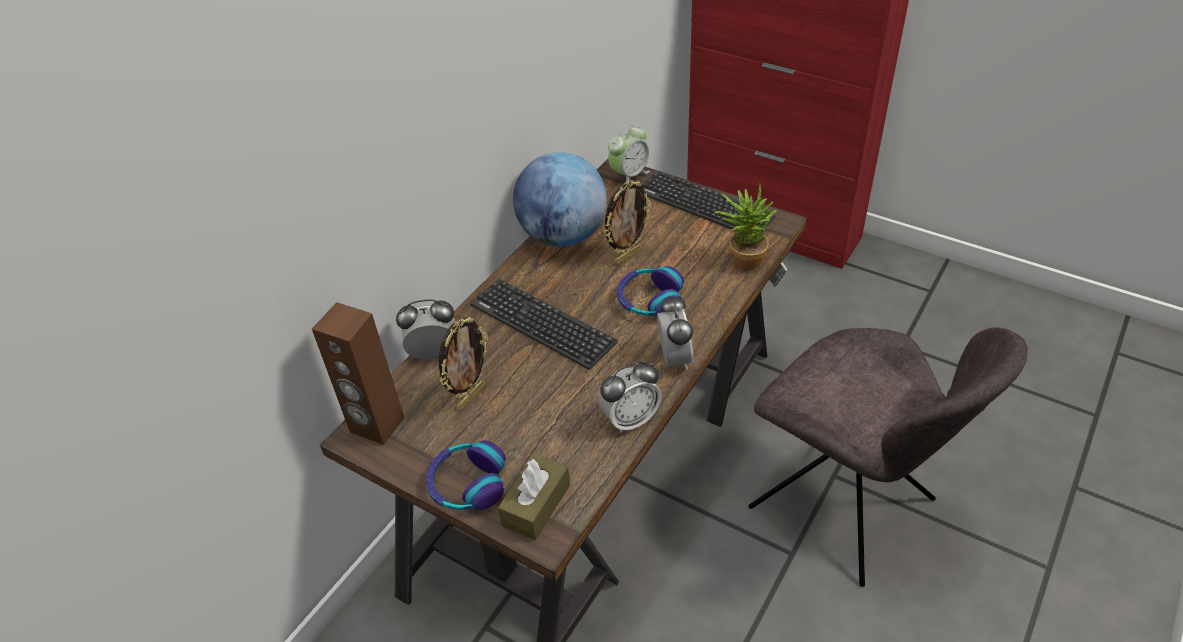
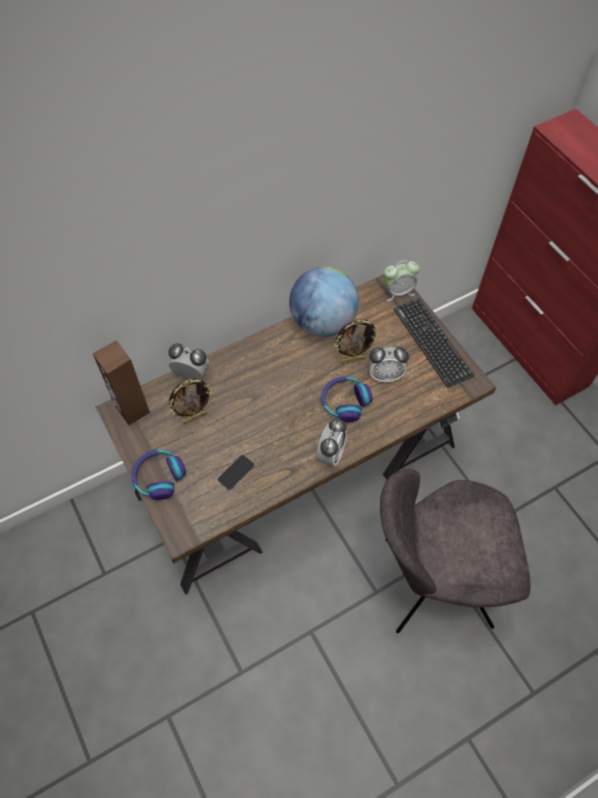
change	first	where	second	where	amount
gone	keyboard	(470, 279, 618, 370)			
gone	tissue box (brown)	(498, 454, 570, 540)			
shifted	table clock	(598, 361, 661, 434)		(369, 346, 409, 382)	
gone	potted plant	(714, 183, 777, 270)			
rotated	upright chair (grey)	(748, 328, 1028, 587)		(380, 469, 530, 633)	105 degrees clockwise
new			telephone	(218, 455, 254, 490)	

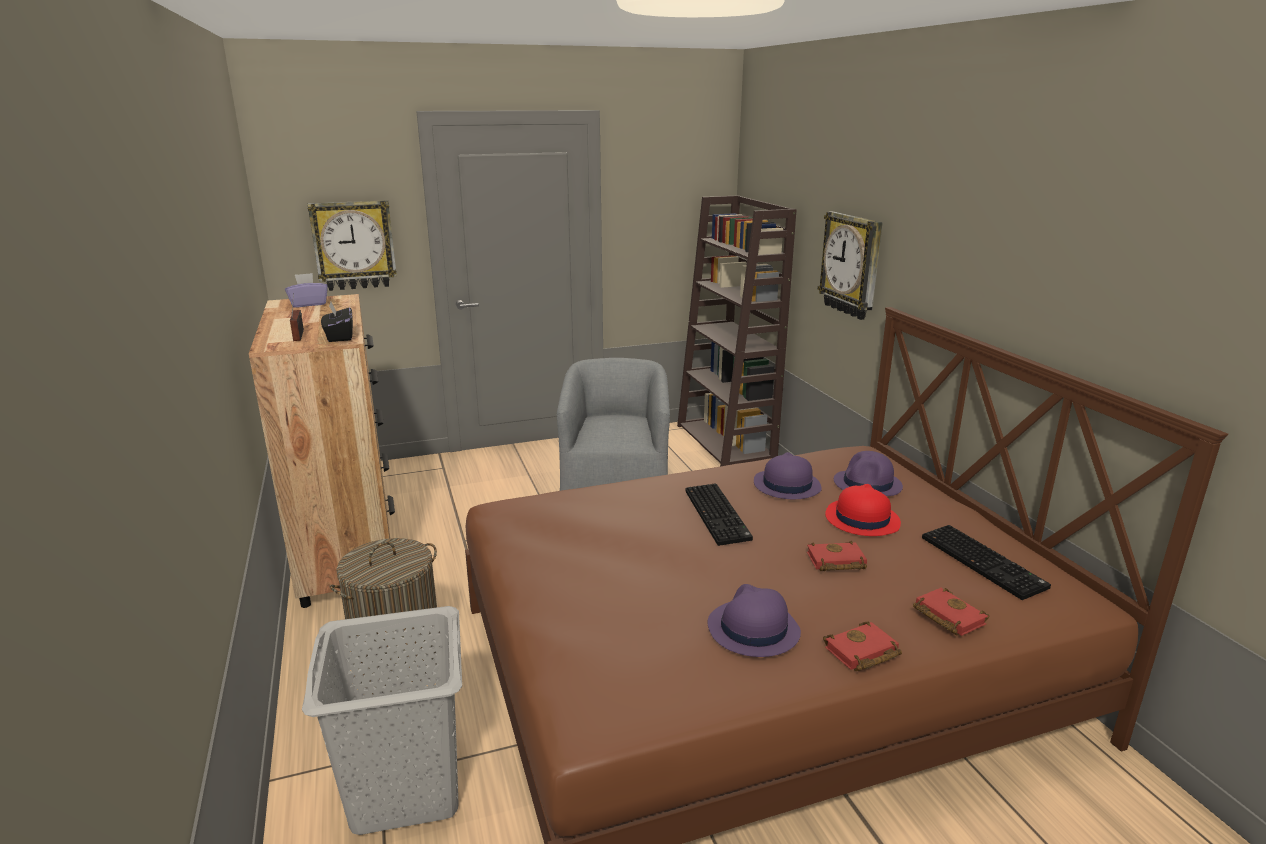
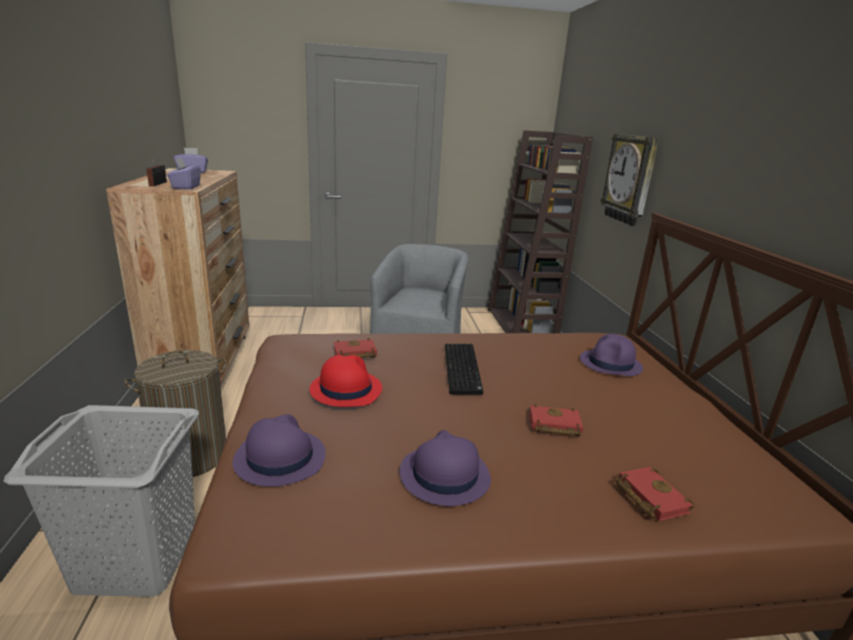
change	first	where	second	where	amount
gone	hanging clock	(308, 200, 397, 291)			
repainted	tissue box (blackish)	(321, 302, 353, 342)	tissue box (purplish)	(167, 158, 201, 189)	
shifted	wearable hat (purplish)	(754, 452, 822, 499)		(233, 414, 326, 487)	
shifted	book (red)	(823, 622, 902, 671)		(334, 338, 377, 358)	
shifted	wearable hat (red)	(825, 484, 901, 536)		(309, 355, 382, 407)	
gone	keyboard	(922, 525, 1051, 600)			

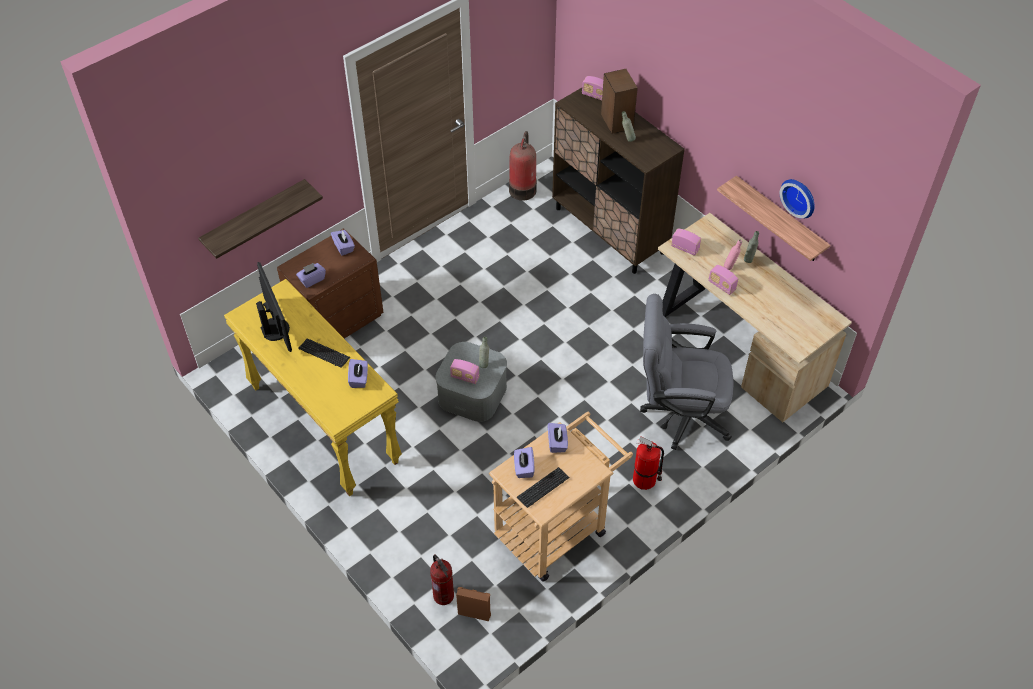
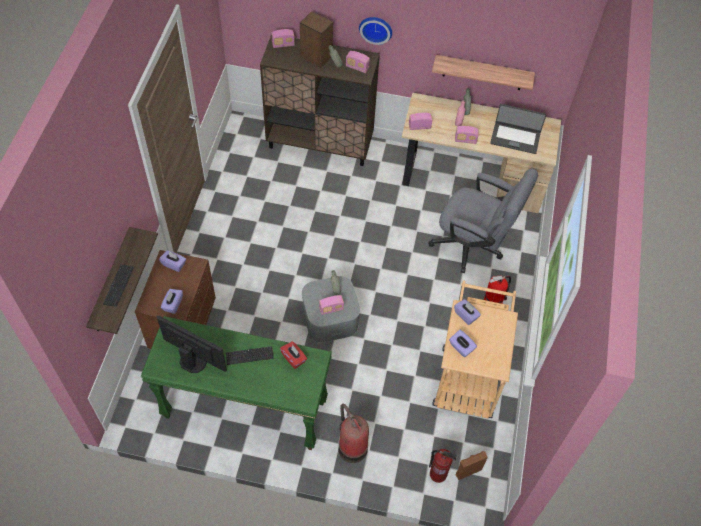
change	first	where	second	where	amount
repainted	narrow table (yellow-coloured)	(224, 279, 402, 496)	narrow table (green)	(141, 316, 332, 450)	
repainted	tissue box (purplish)	(348, 359, 368, 388)	tissue box (red)	(280, 341, 307, 369)	
shifted	fire-fighting cylinder	(509, 131, 537, 201)		(339, 404, 369, 463)	
shifted	keyboard	(517, 467, 569, 508)		(103, 265, 134, 307)	
rotated	office chair (grey)	(640, 294, 733, 450)		(428, 168, 538, 273)	120 degrees counterclockwise
shifted	hanging clock	(780, 179, 815, 218)		(359, 17, 392, 45)	
new			radio	(346, 51, 370, 73)	
new			notebook computer	(490, 104, 546, 154)	

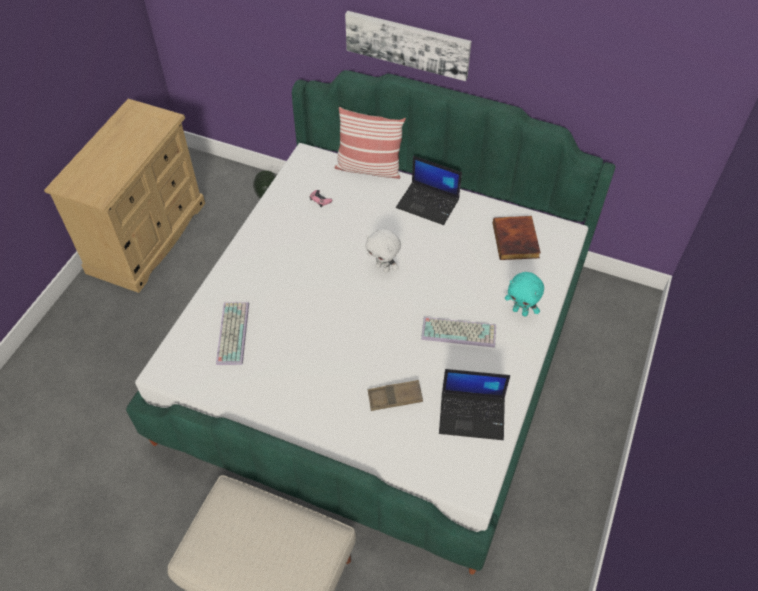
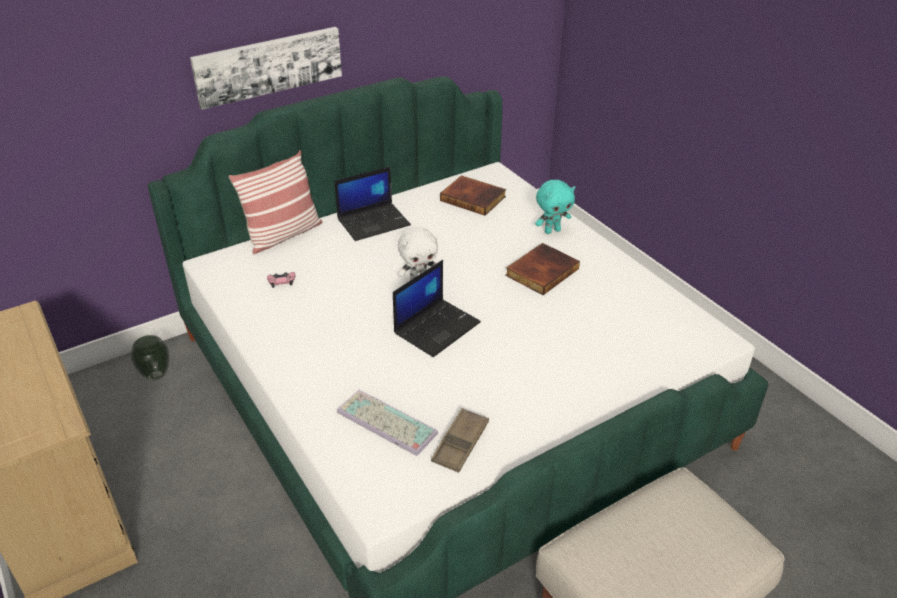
change	first	where	second	where	amount
shifted	serving tray (brown)	(368, 380, 423, 411)		(431, 408, 489, 473)	
swapped	keyboard	(421, 317, 496, 348)	book	(505, 243, 580, 295)	
shifted	notebook computer	(439, 369, 510, 440)		(393, 260, 481, 357)	

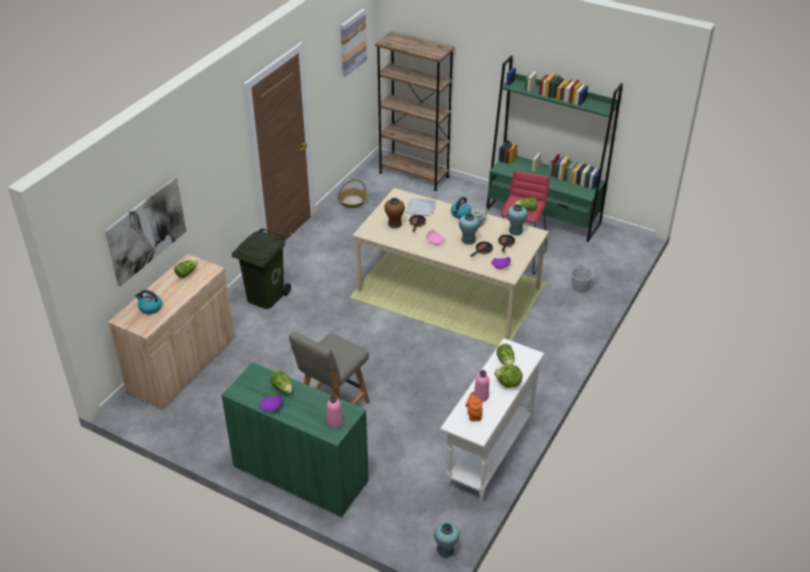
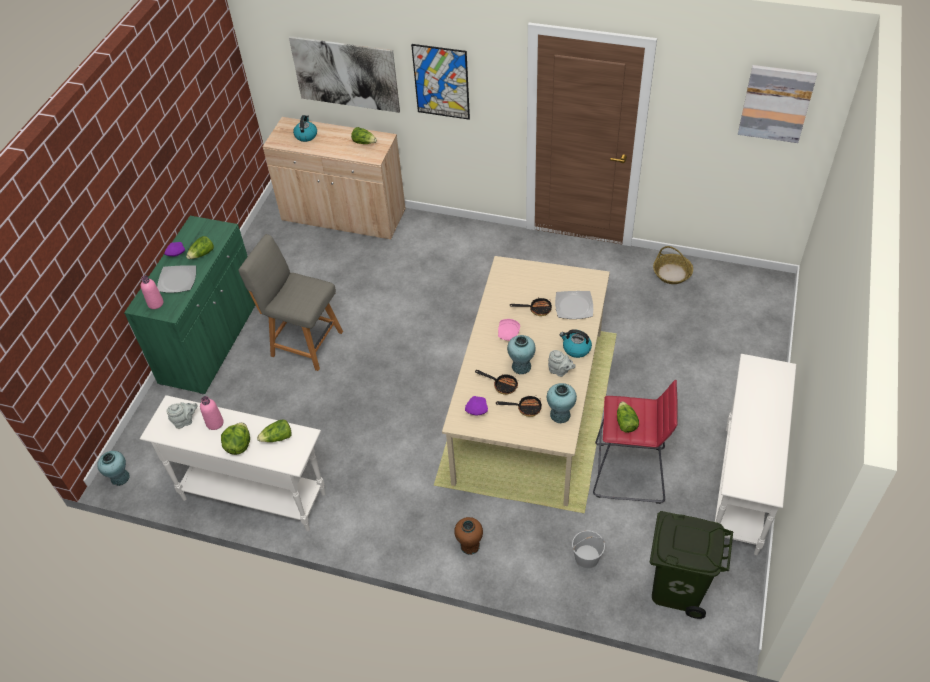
change	first	where	second	where	amount
shifted	rubbish bin (green)	(232, 228, 291, 309)		(650, 511, 733, 619)	
gone	shelving unit (brown)	(375, 31, 455, 191)			
shifted	decorative vase (brown)	(384, 198, 405, 228)		(454, 517, 483, 555)	
repainted	tea pot (orangey)	(465, 391, 483, 421)	tea pot (grey)	(166, 402, 198, 429)	
swapped	shelving unit (green)	(486, 56, 623, 242)	narrow table (white)	(715, 354, 797, 555)	
new			flat dish	(157, 265, 196, 293)	
new			wall picture	(411, 44, 470, 120)	

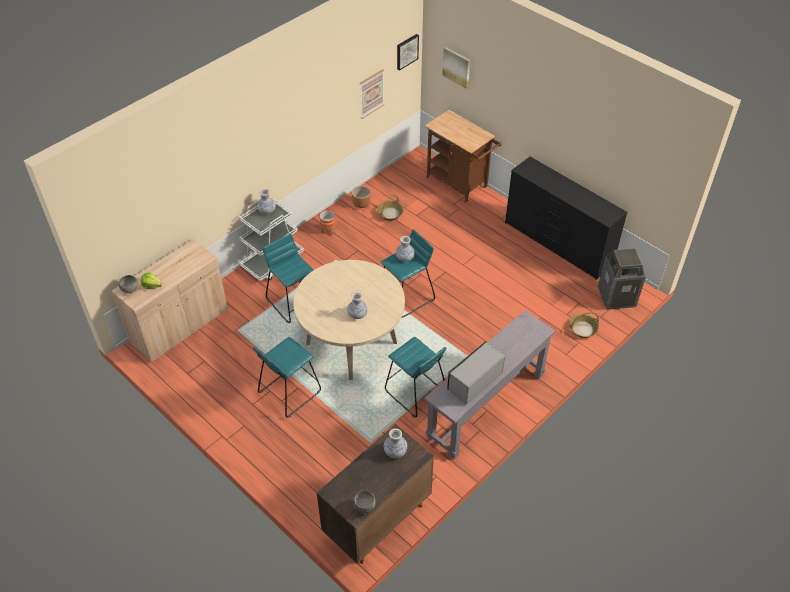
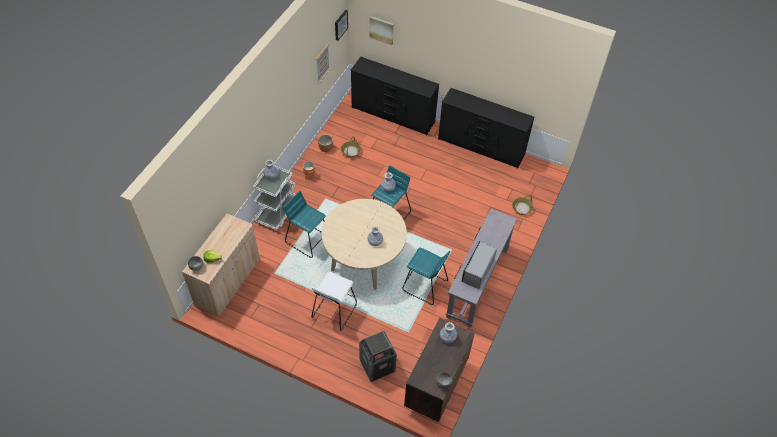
change	first	where	second	where	amount
repainted	stool (turquoise-coloured)	(253, 337, 321, 418)	stool (white)	(311, 271, 357, 331)	
swapped	wheeled cart (brown)	(425, 110, 501, 202)	dresser (blackish)	(351, 57, 439, 136)	
shifted	rubbish bin	(598, 248, 646, 310)		(359, 331, 397, 382)	

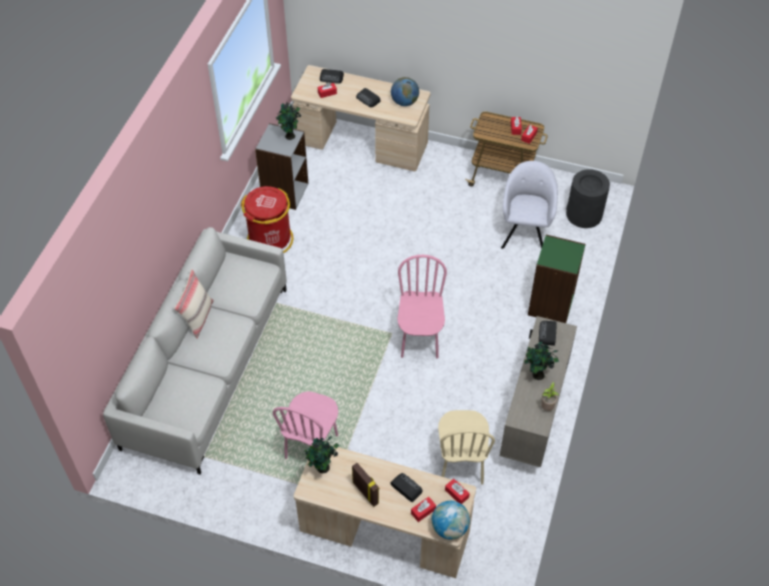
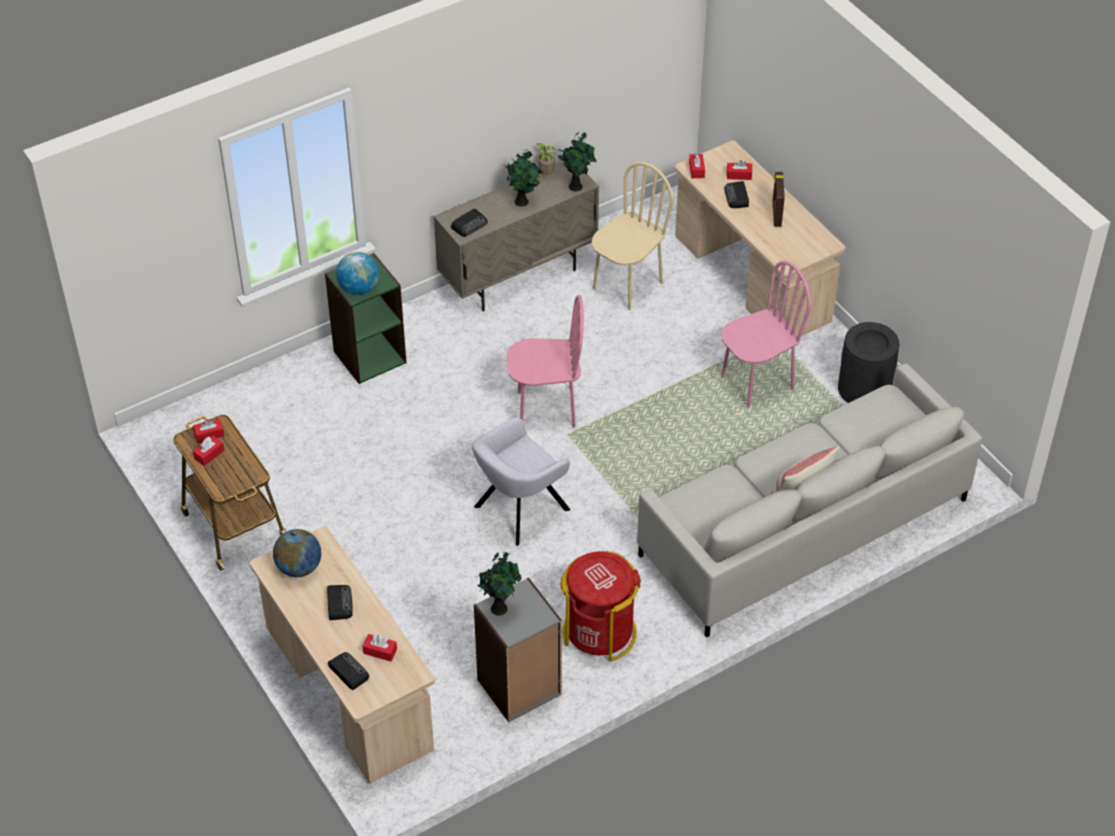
change	first	where	second	where	amount
shifted	potted plant	(304, 436, 339, 473)		(558, 131, 597, 191)	
rotated	upright chair (pink)	(397, 255, 447, 359)		(507, 295, 584, 428)	135 degrees counterclockwise
shifted	world globe	(432, 501, 470, 540)		(336, 252, 379, 295)	
shifted	armchair (grey)	(501, 161, 558, 249)		(472, 417, 570, 546)	
shifted	rubbish bin (blackish)	(566, 169, 610, 228)		(838, 322, 899, 403)	

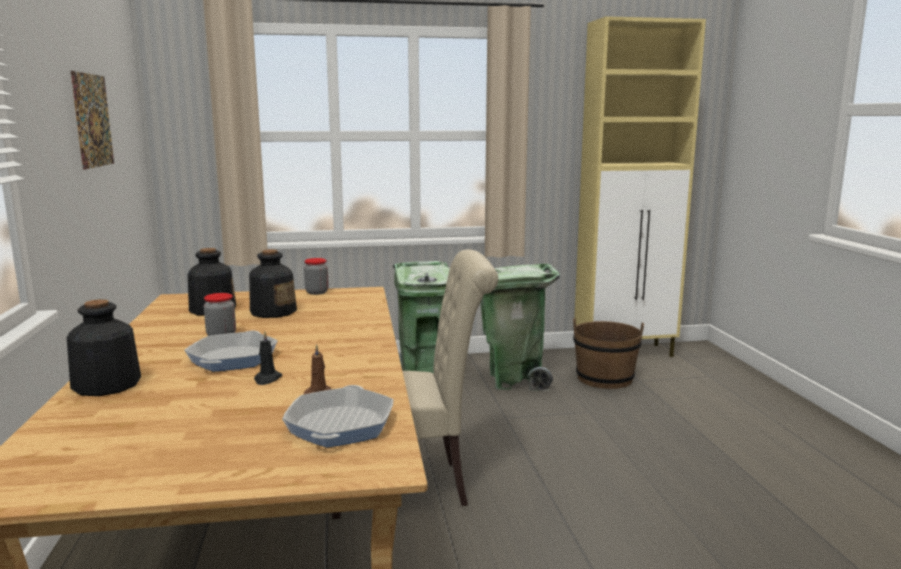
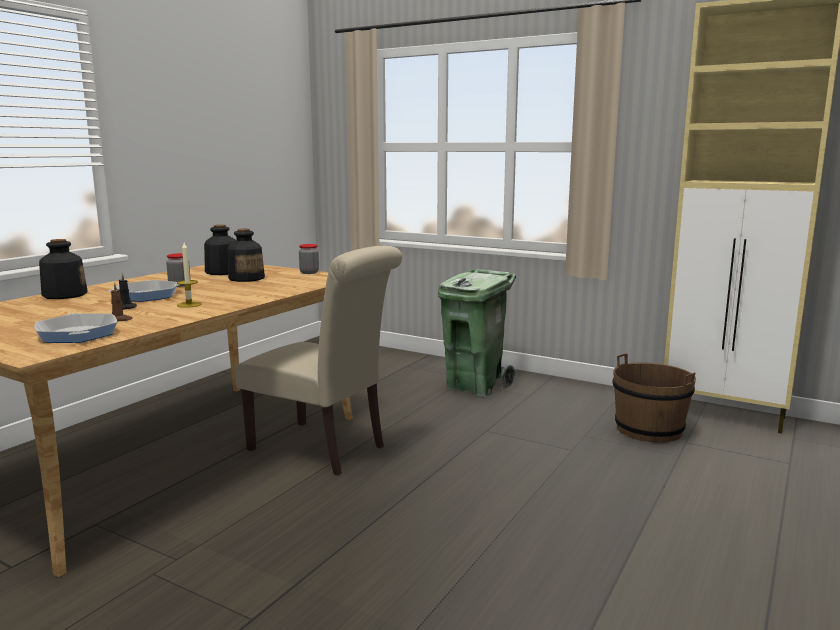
change	first	where	second	where	amount
gone	wall picture	(71, 71, 114, 169)			
rotated	skillet	(282, 385, 394, 447)		(34, 313, 117, 343)	105 degrees clockwise
gone	rubbish bin (green)	(480, 263, 560, 391)			
new			wax light	(177, 243, 202, 308)	

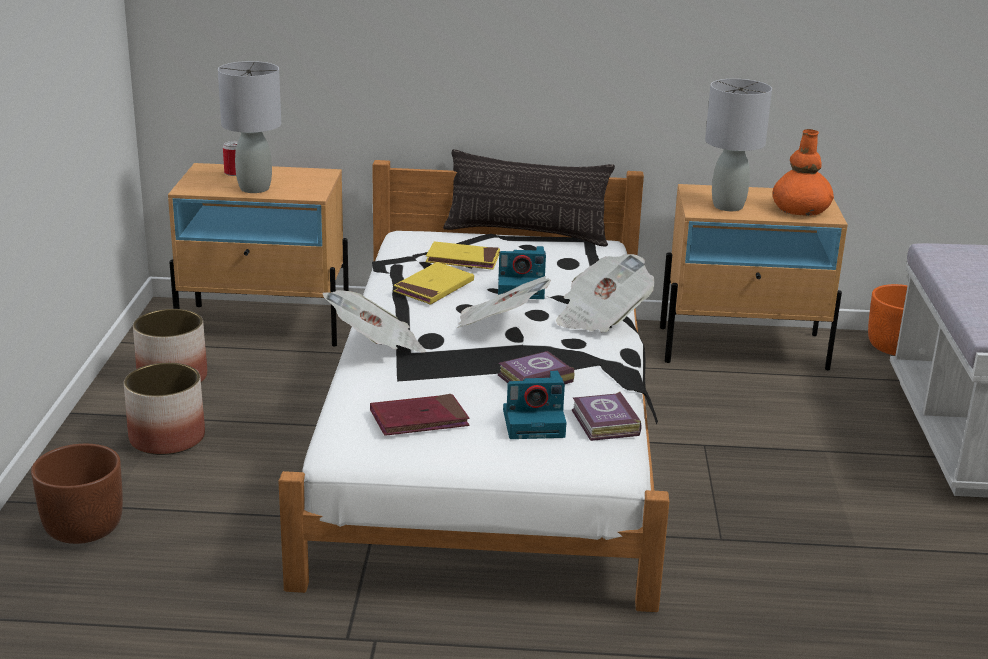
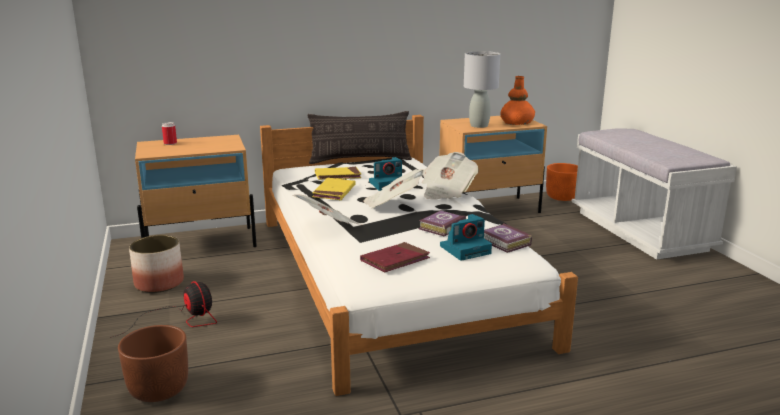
change	first	where	second	where	amount
swapped	plant pot	(124, 363, 205, 455)	electric fan	(110, 281, 217, 338)	
gone	lamp for a table (grey)	(218, 61, 281, 193)			

